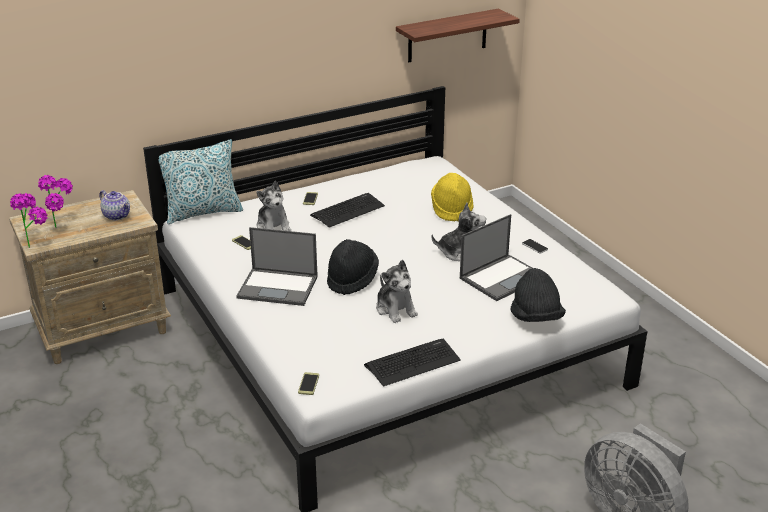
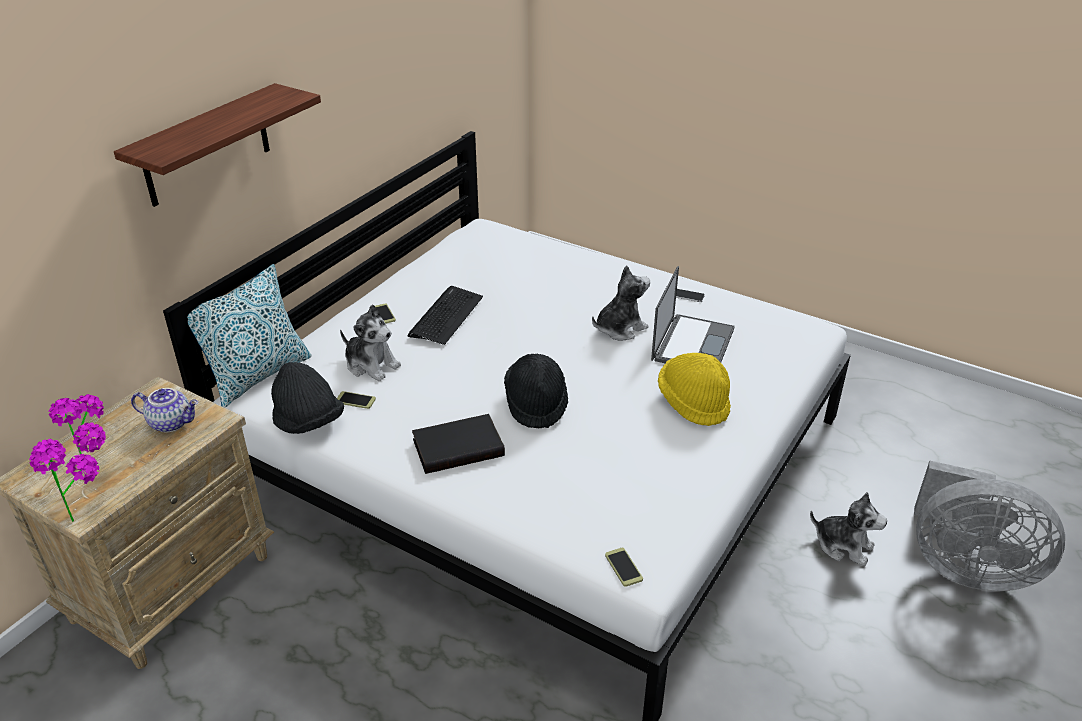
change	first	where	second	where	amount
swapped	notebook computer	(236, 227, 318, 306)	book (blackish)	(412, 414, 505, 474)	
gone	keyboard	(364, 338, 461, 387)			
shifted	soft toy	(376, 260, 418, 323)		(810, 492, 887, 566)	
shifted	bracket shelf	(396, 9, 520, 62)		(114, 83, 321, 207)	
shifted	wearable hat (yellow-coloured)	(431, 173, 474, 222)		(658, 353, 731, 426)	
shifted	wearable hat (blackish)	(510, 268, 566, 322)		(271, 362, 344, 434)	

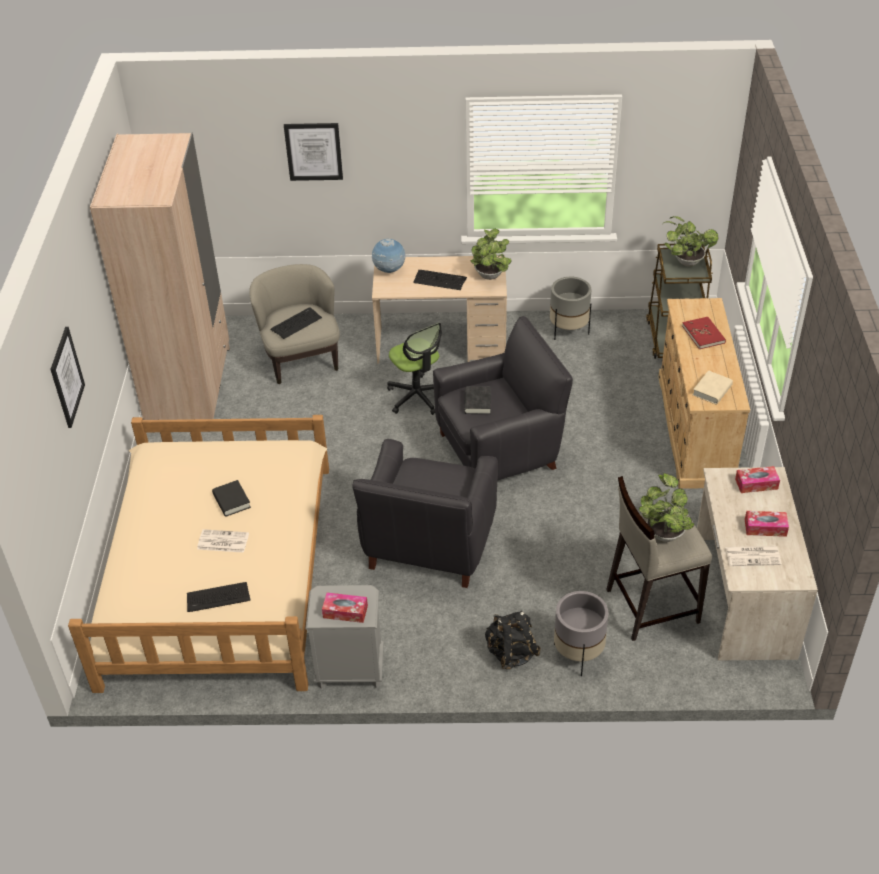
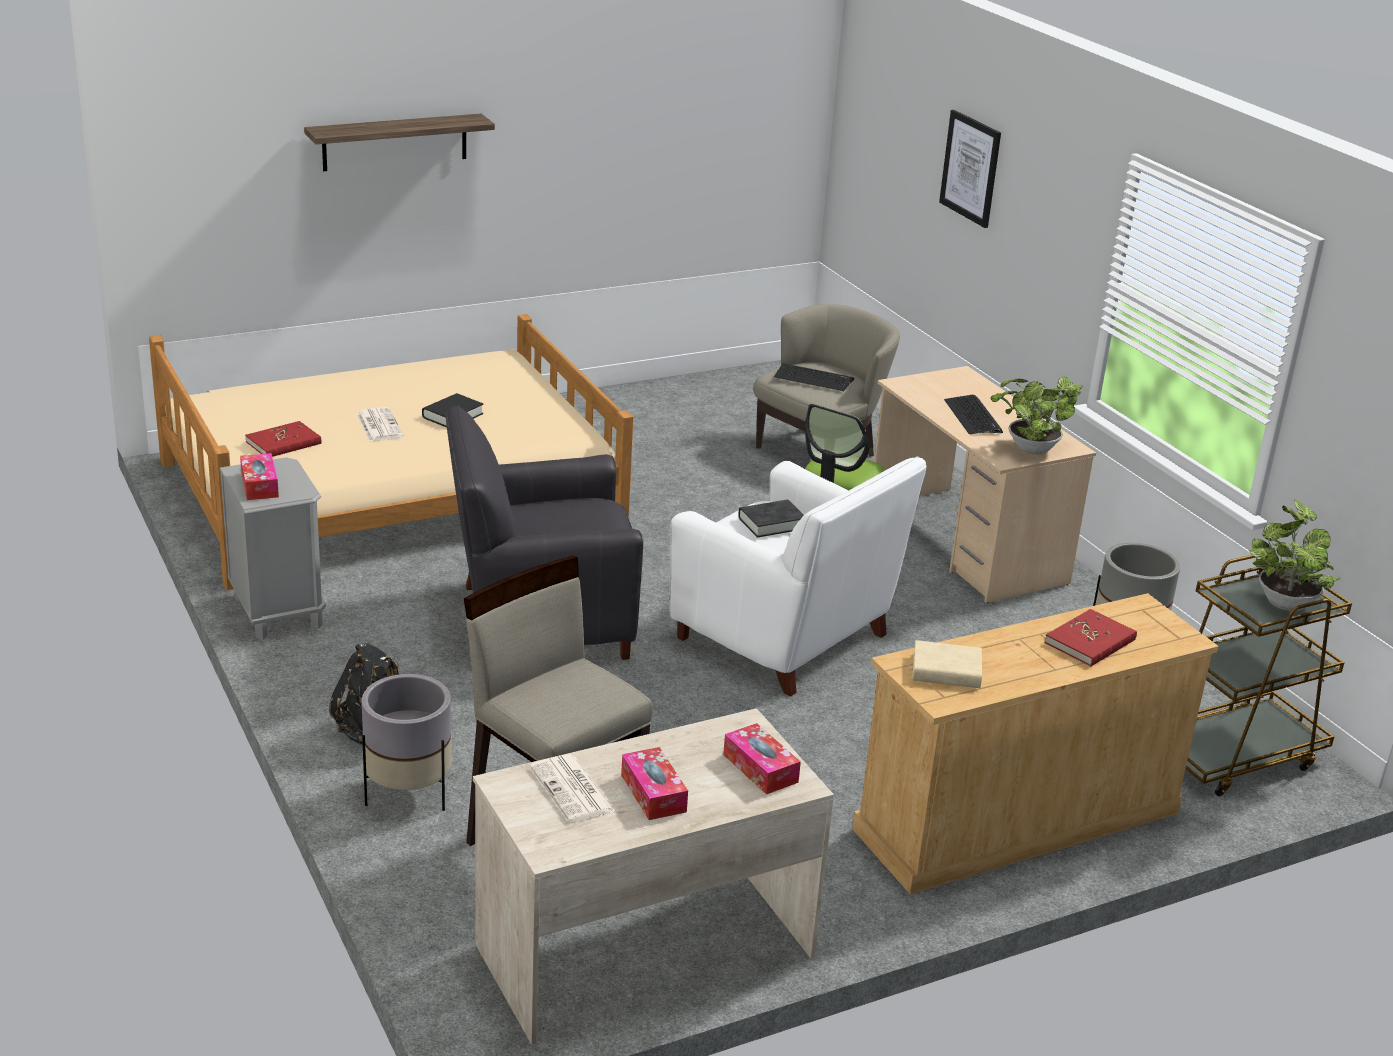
change	first	where	second	where	amount
swapped	wall picture	(50, 327, 85, 428)	bracket shelf	(304, 114, 495, 171)	
gone	wardrobe (beige)	(90, 133, 230, 420)			
swapped	keyboard	(187, 582, 251, 612)	book (red)	(245, 421, 321, 457)	
gone	world globe	(372, 239, 406, 273)			
repainted	armchair (blackish)	(433, 316, 573, 480)	armchair (white)	(669, 457, 926, 697)	
gone	potted plant	(639, 473, 694, 542)			

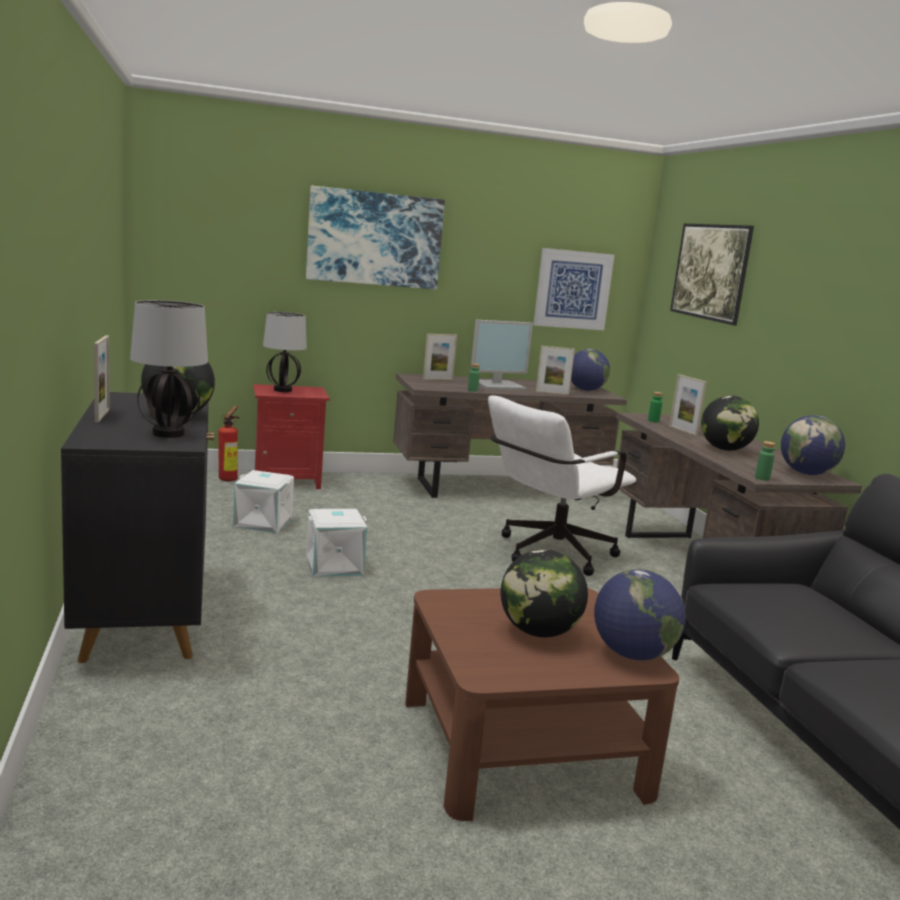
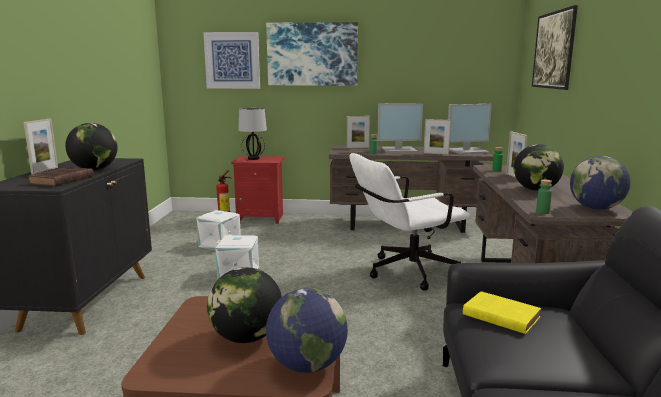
change	first	where	second	where	amount
swapped	lamp for a table	(130, 300, 208, 438)	book (brown)	(27, 167, 94, 186)	
shifted	wall picture	(533, 248, 614, 330)		(203, 32, 260, 89)	
swapped	world globe	(571, 349, 610, 391)	computer display	(448, 104, 492, 154)	
new			book (yellow-coloured)	(463, 291, 541, 334)	

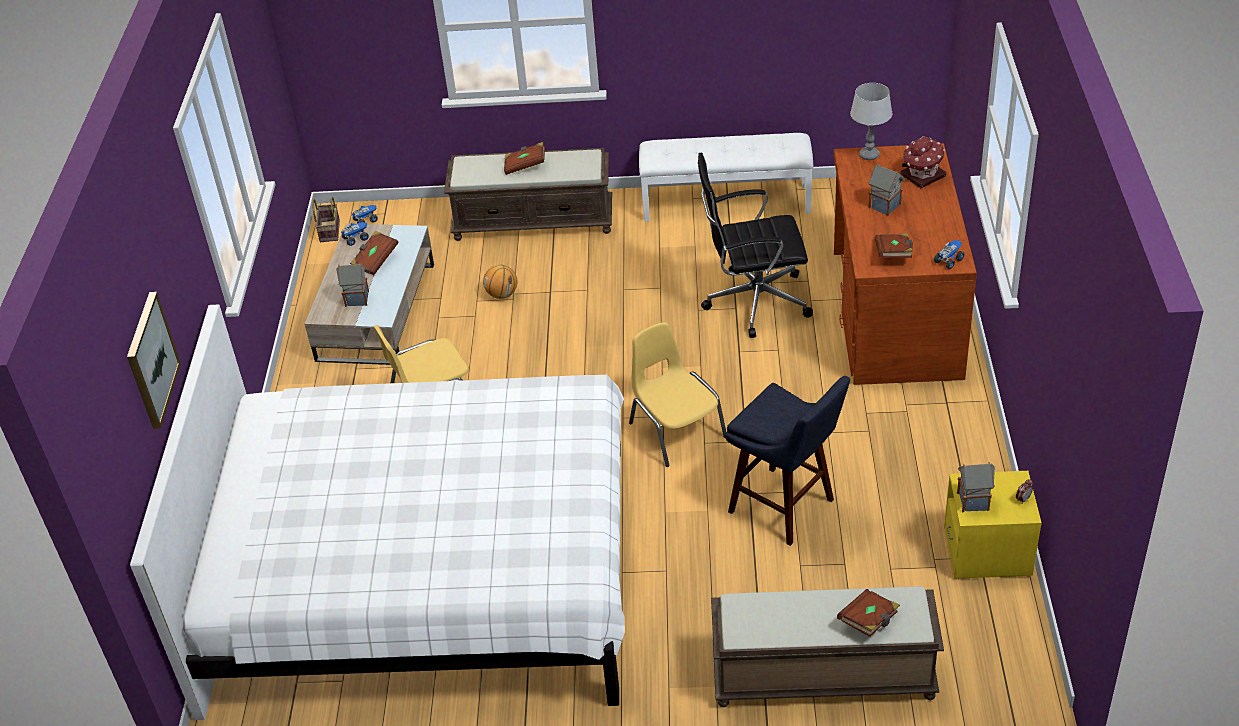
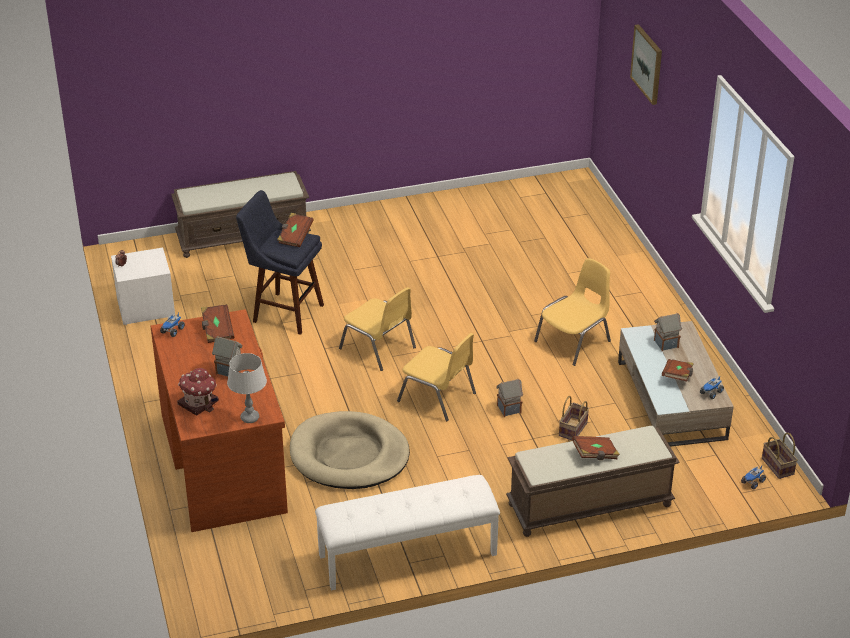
change	first	where	second	where	amount
gone	bedroom bed (white)	(130, 304, 625, 720)			
swapped	basketball ball	(483, 265, 518, 299)	storage basket	(559, 396, 589, 440)	
swapped	office chair (blackish)	(698, 153, 813, 338)	pet bed (beige)	(290, 411, 410, 489)	
shifted	book (brown)	(837, 589, 900, 637)		(277, 213, 314, 247)	
repainted	nightstand (yellow-coloured)	(944, 471, 1042, 579)	nightstand (white)	(111, 248, 175, 325)	
shifted	toy house	(957, 462, 995, 512)		(496, 379, 523, 417)	
new			upright chair (yellow-coloured)	(397, 333, 476, 421)	

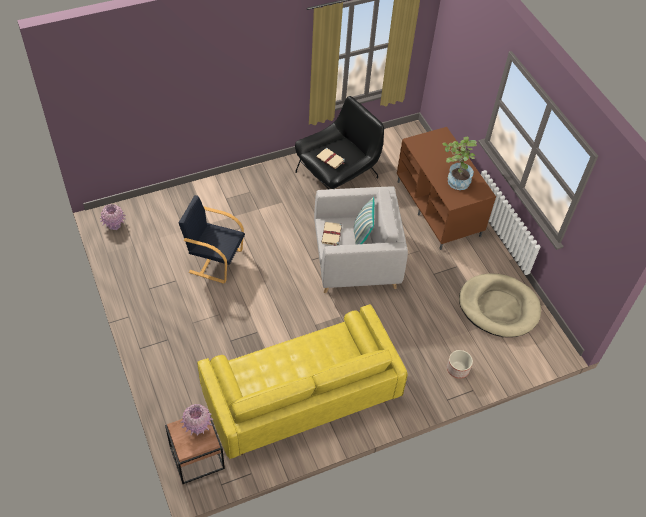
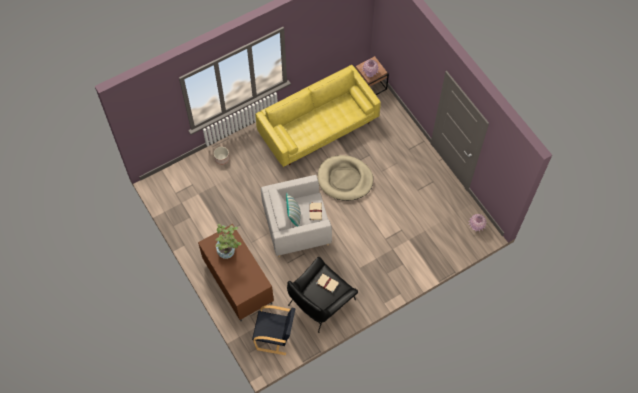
change	first	where	second	where	amount
shifted	armchair (blackish)	(178, 195, 245, 284)		(252, 305, 296, 355)	
shifted	pet bed (beige)	(459, 273, 541, 337)		(318, 155, 373, 201)	

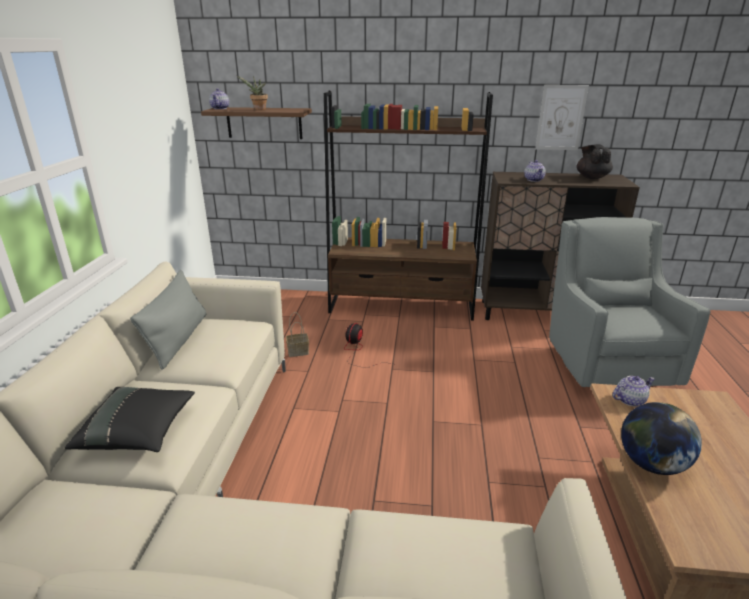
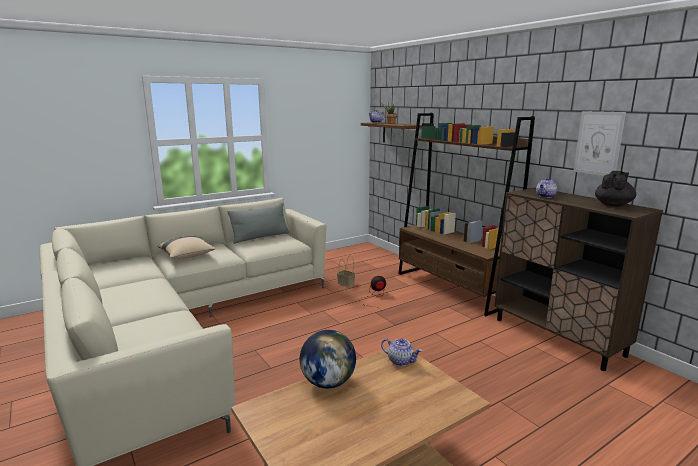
change	first	where	second	where	amount
repainted	pillow (blackish)	(65, 387, 195, 452)	pillow (beige)	(157, 236, 216, 259)	
gone	armchair (grey)	(549, 217, 710, 387)			

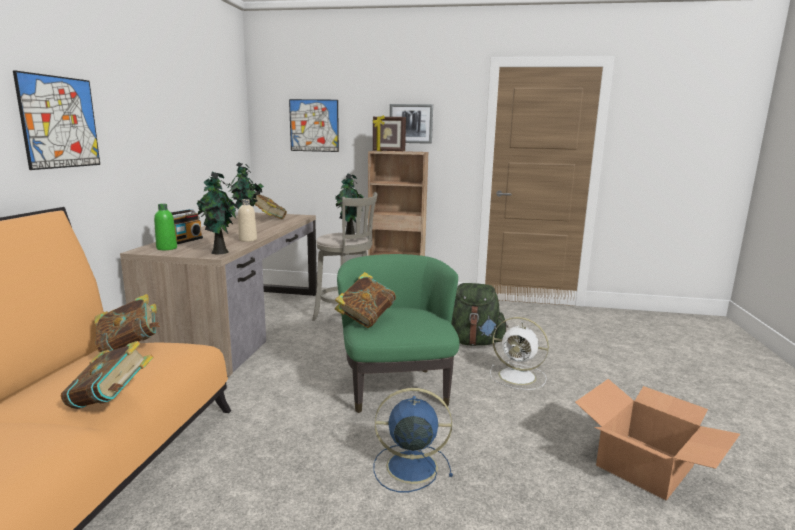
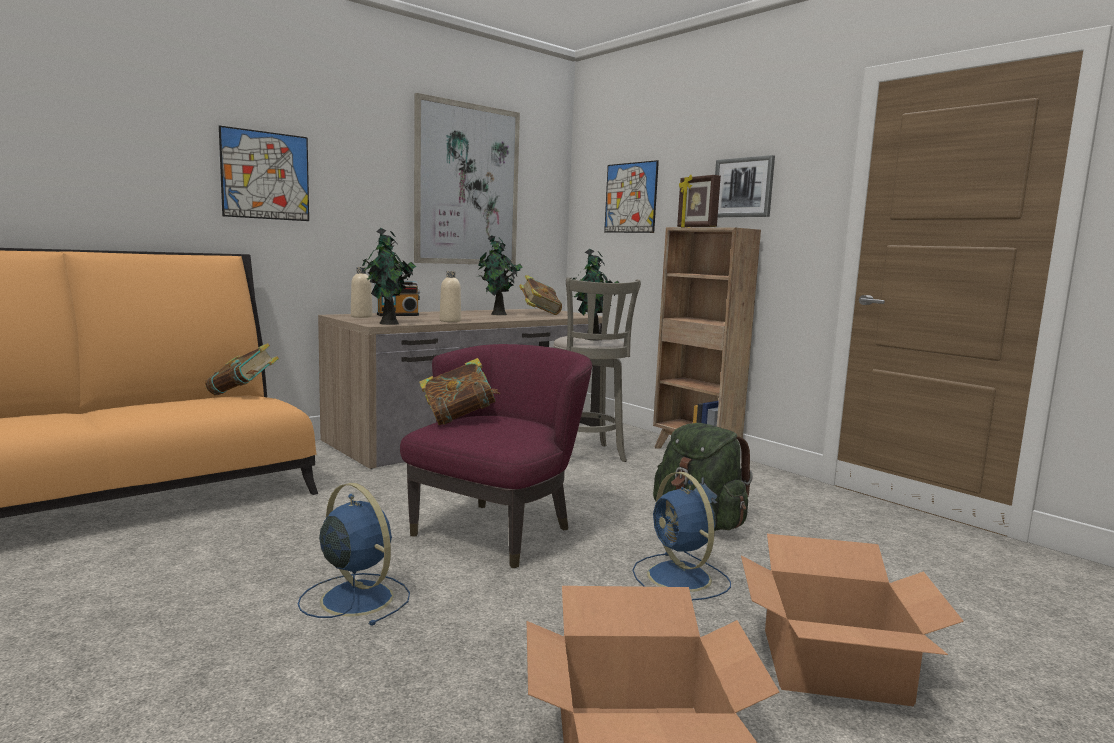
change	first	where	second	where	amount
gone	book	(61, 341, 153, 409)			
repainted	drink bottle (green)	(154, 204, 177, 250)	drink bottle (beige)	(351, 267, 373, 318)	
repainted	armchair (green)	(337, 254, 460, 413)	armchair (purplish)	(400, 344, 592, 568)	
repainted	electric fan (white)	(490, 317, 549, 390)	electric fan (blue-coloured)	(633, 472, 731, 600)	
new			wall picture	(414, 93, 520, 265)	
new			carton	(741, 534, 964, 706)	

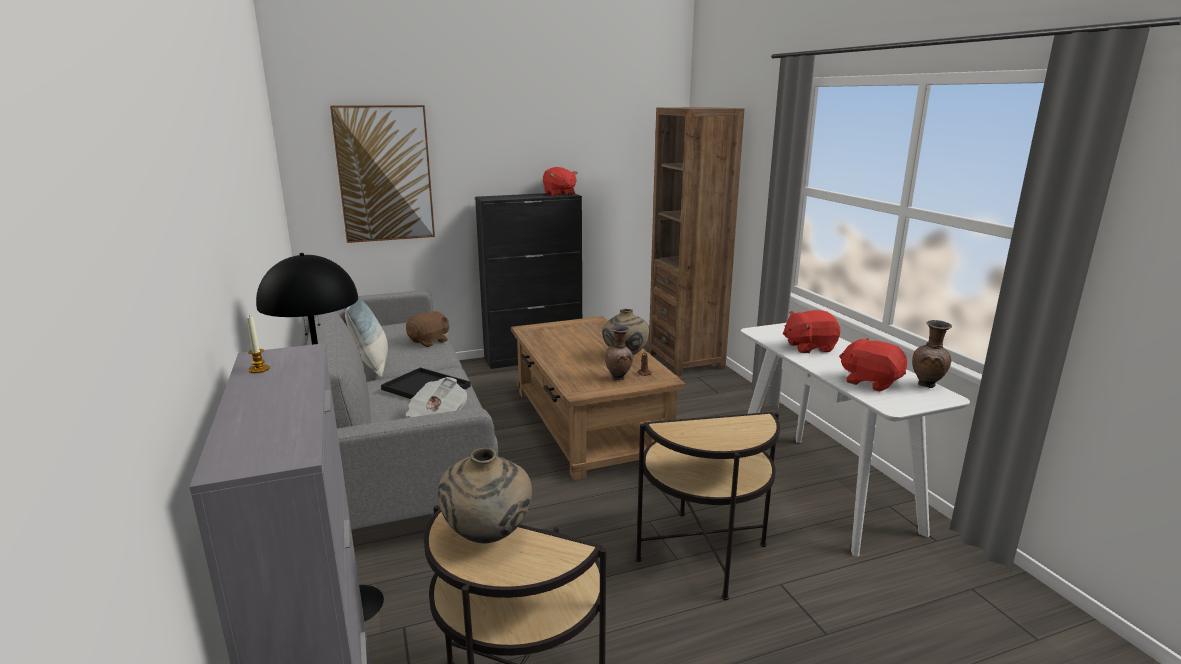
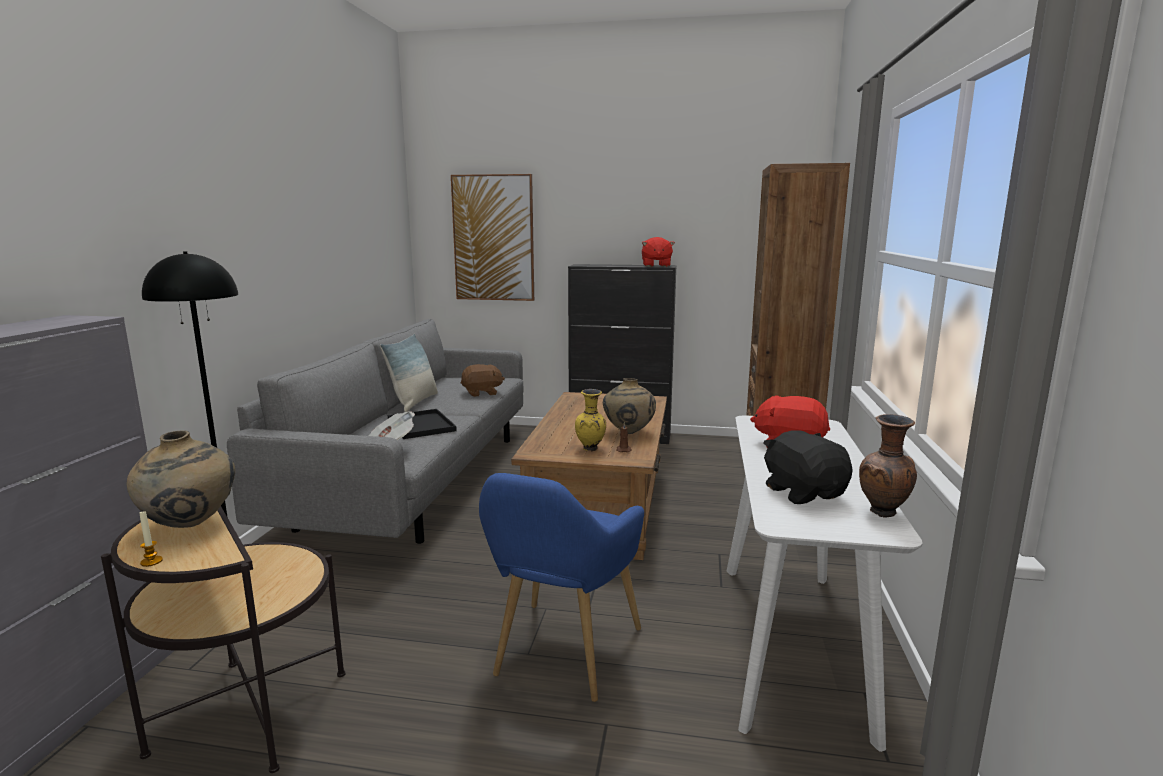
change	first	where	second	where	amount
shifted	wax light	(247, 315, 270, 373)		(139, 510, 163, 567)	
repainted	decorative vase (brown)	(605, 325, 633, 380)	decorative vase (yellow-coloured)	(575, 389, 606, 451)	
swapped	side table	(635, 412, 780, 600)	armchair (blue-coloured)	(479, 473, 644, 702)	
repainted	soft toy (red)	(839, 338, 907, 392)	soft toy (blackish)	(763, 430, 853, 504)	

